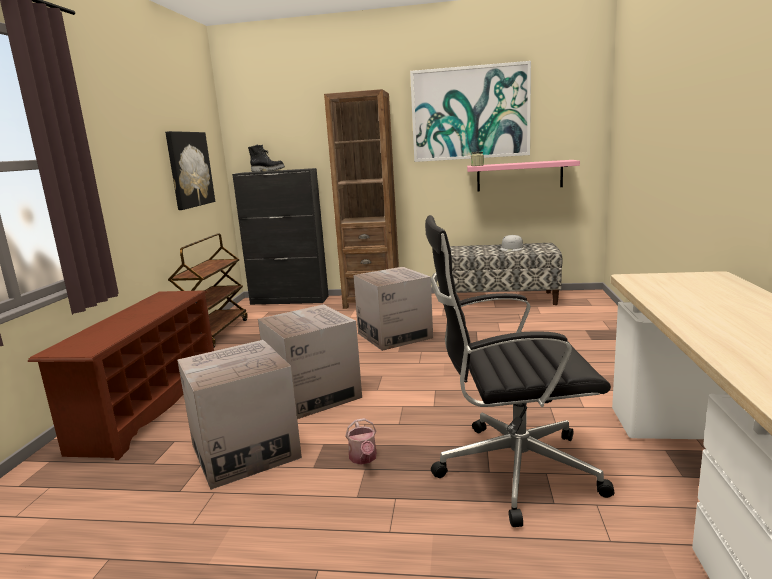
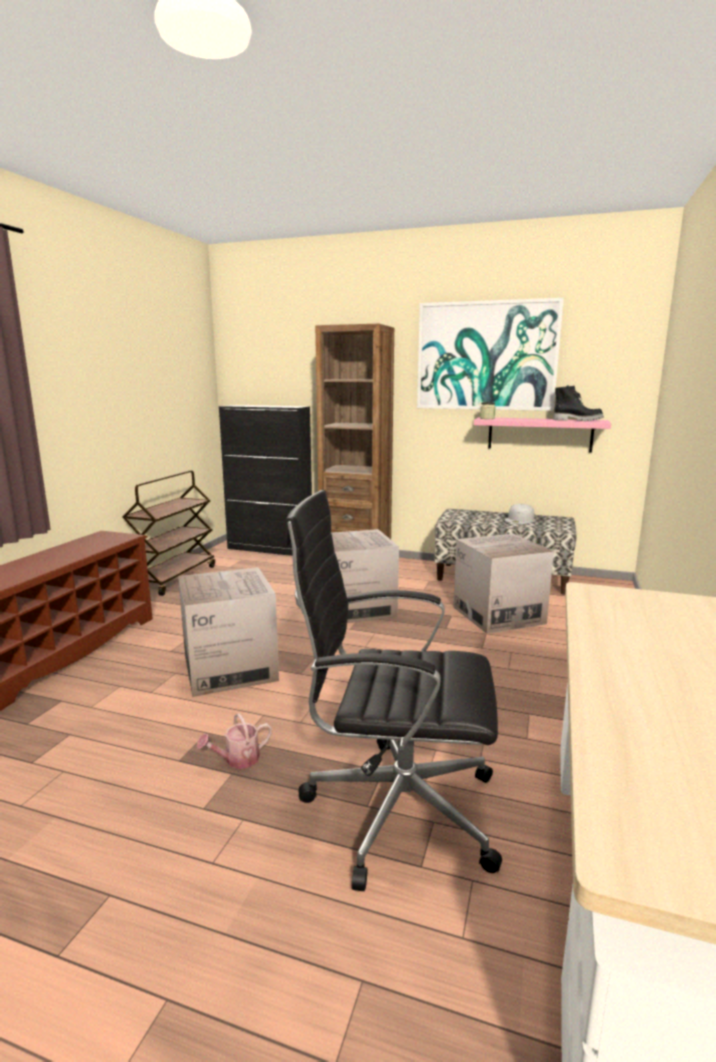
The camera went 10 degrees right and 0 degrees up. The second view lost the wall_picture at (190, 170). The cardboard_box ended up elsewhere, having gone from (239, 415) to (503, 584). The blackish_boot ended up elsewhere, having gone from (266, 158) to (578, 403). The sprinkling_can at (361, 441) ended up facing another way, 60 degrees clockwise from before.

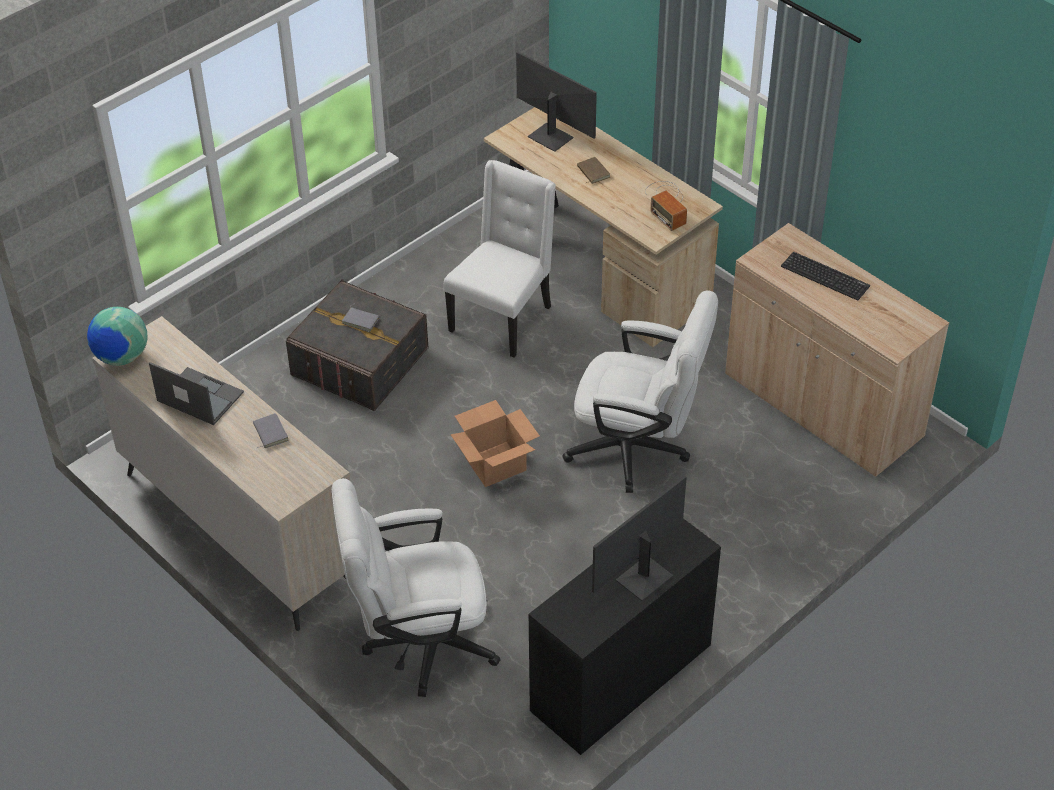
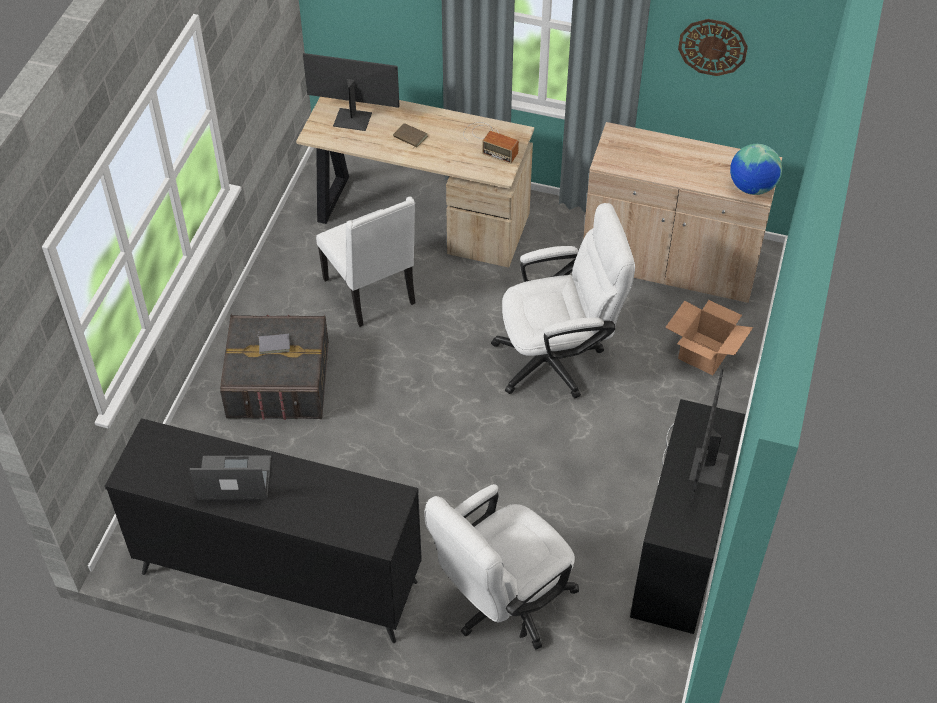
The camera went 30 degrees left and 5 degrees up. The second view lost the greyish_bound_book at (271, 431). The second view lost the PC_keyboard at (825, 276). The second view gained the clock_on_the_wall at (713, 47). The world_globe ended up elsewhere, having gone from (117, 336) to (756, 169). The cardboard_box ended up elsewhere, having gone from (495, 443) to (709, 337). What was the sand-coloured_dresser at (221, 473) turned into the blackish_dresser at (263, 530). The whitish_upright_chair at (500, 259) ended up facing another way, 150 degrees clockwise from before.

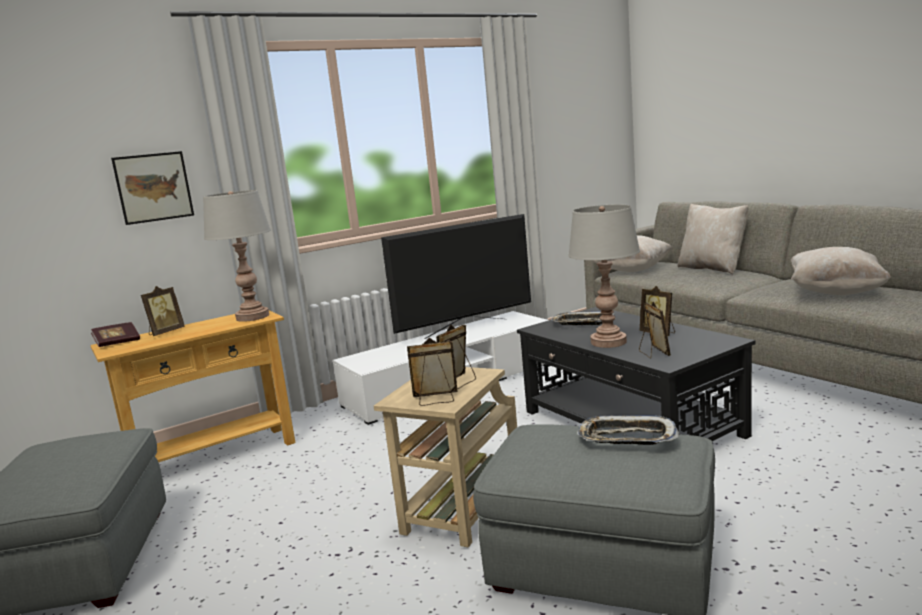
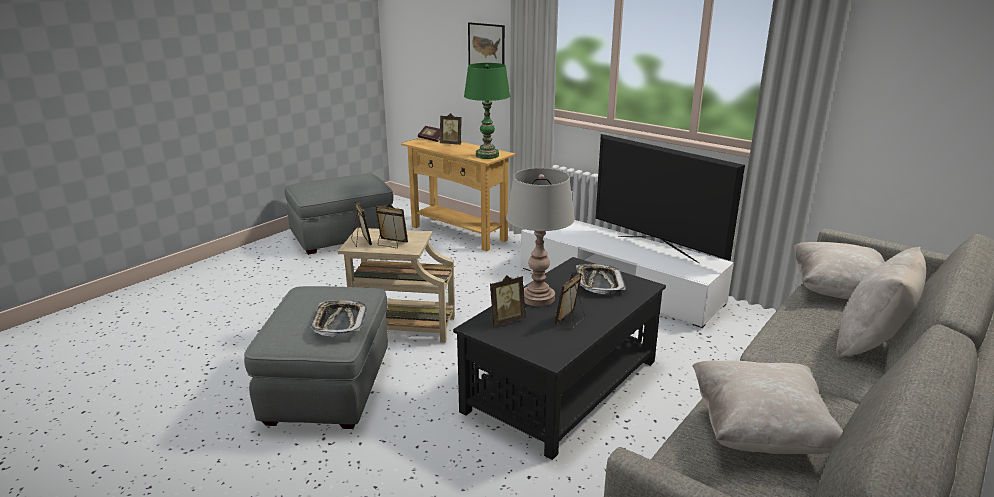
The camera went 70 degrees right and 10 degrees up. What was the greyish_table_lamp at (237, 256) turned into the green_table_lamp at (487, 111).

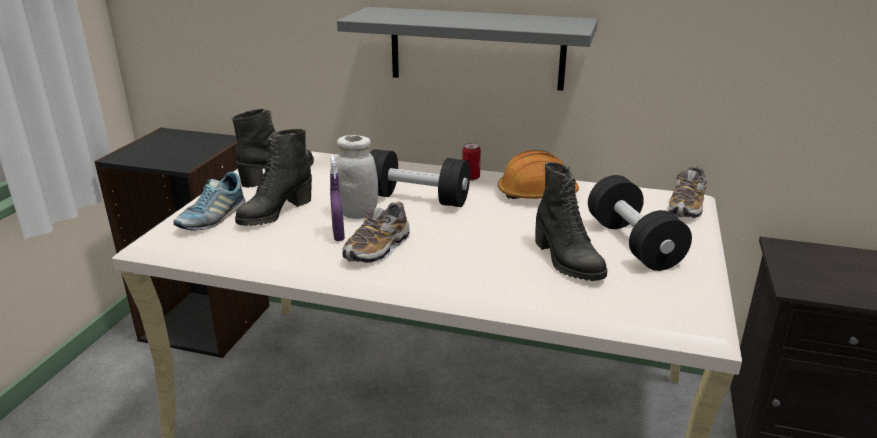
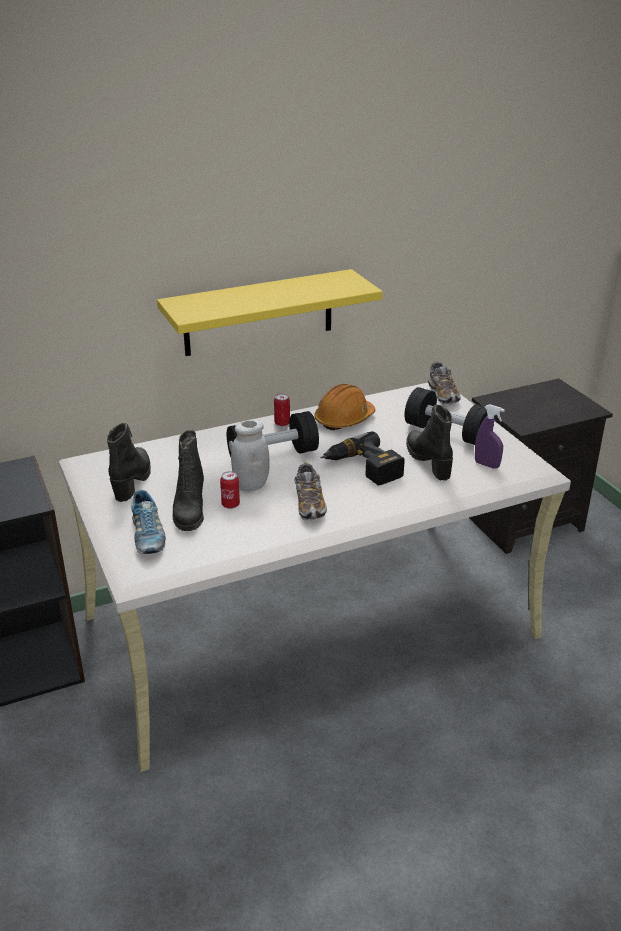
The camera went 40 degrees left and 5 degrees up. The second view gained the sealed_can at (230, 490). The second view gained the power_drill at (362, 458). The purple_hand_sprayer ended up elsewhere, having gone from (337, 198) to (490, 436). What was the greyish_wall_shelf at (467, 49) turned into the yellow-coloured_wall_shelf at (270, 312). The blackish_boot at (571, 221) ended up facing another way, 135 degrees counterclockwise from before.

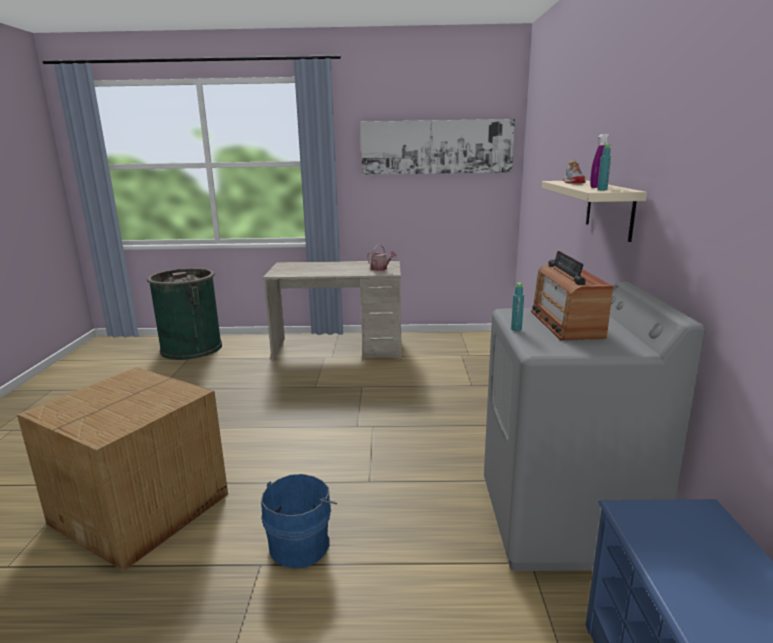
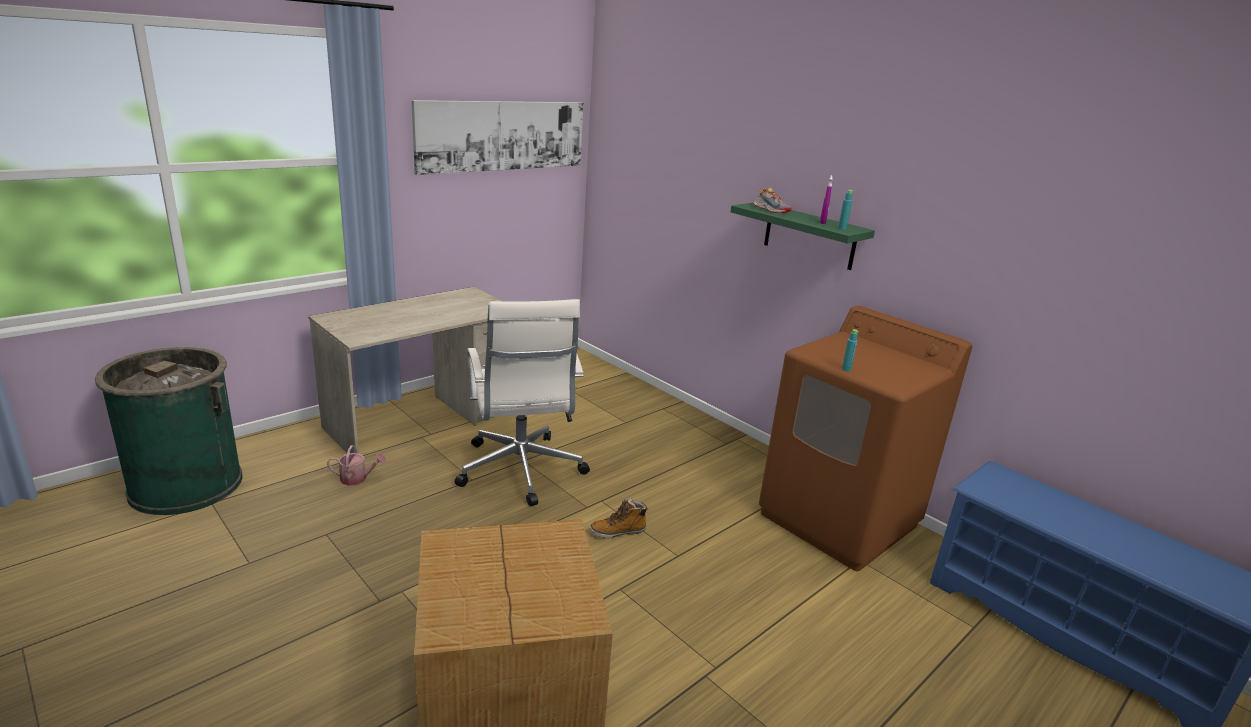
The camera went 45 degrees left and 5 degrees up. The second view lost the bluish_bucket at (299, 521). The second view lost the radio_receiver at (572, 295). The second view gained the whitish_office_chair at (522, 402). The second view gained the boot at (619, 518). The sprinkling_can ended up elsewhere, having gone from (382, 258) to (356, 465). What was the greyish_laundry_appliance at (594, 426) turned into the brown_laundry_appliance at (865, 439). What was the sand-coloured_wall_shelf at (594, 211) turned into the green_wall_shelf at (803, 236).

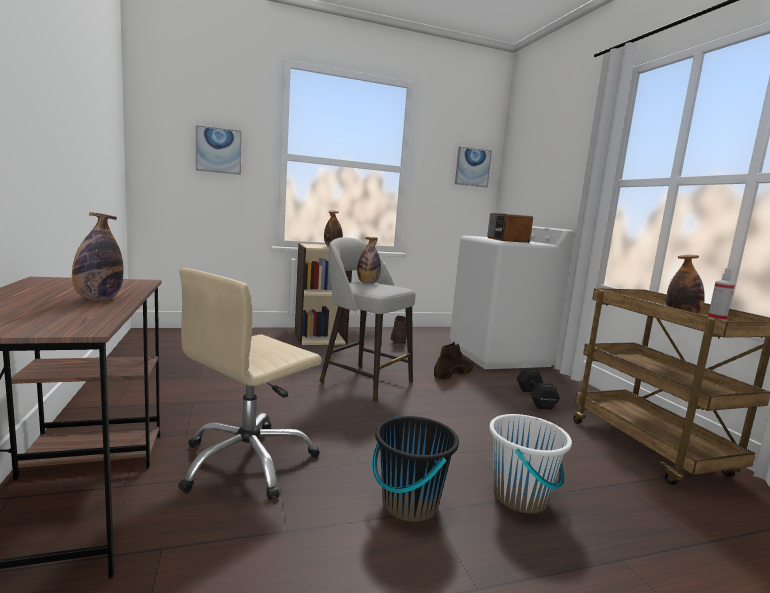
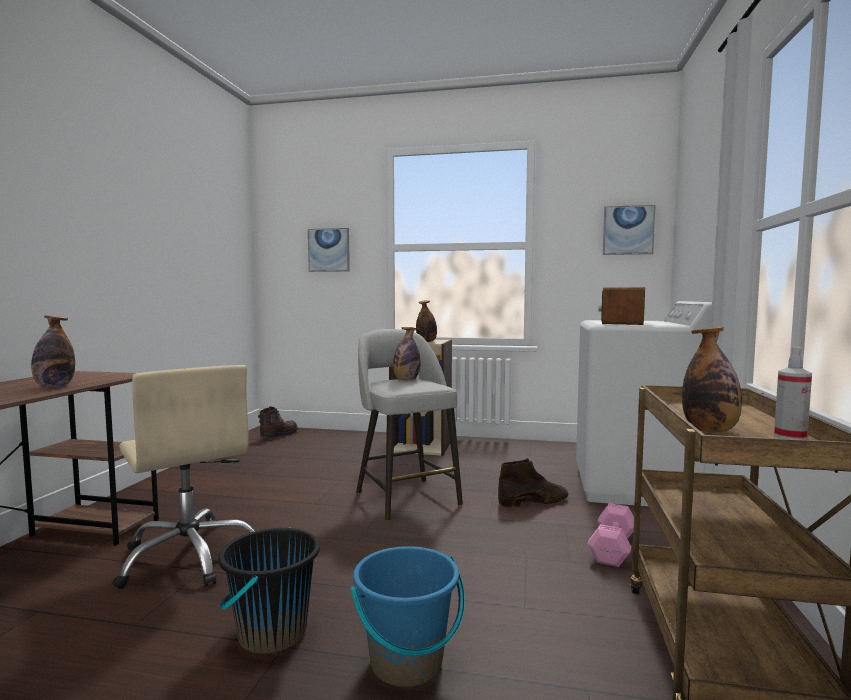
The camera went 30 degrees right and 5 degrees down. The brown_boot ended up elsewhere, having gone from (398, 330) to (278, 422). What was the whitish_bucket at (530, 463) turned into the bluish_bucket at (408, 616). What was the blackish_hand_weight at (538, 388) turned into the pink_hand_weight at (610, 535). The sand-coloured_office_chair at (250, 384) ended up facing another way, 105 degrees counterclockwise from before.

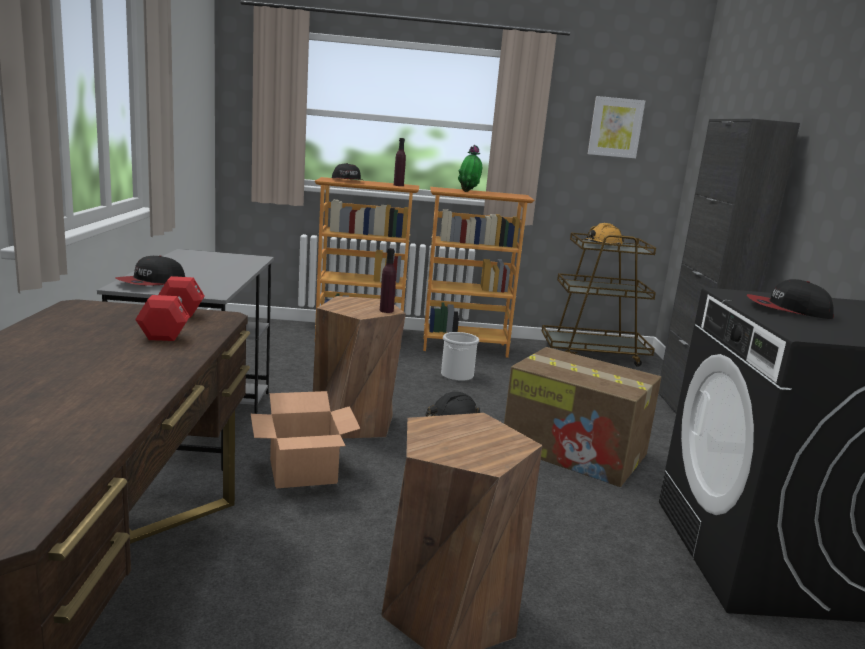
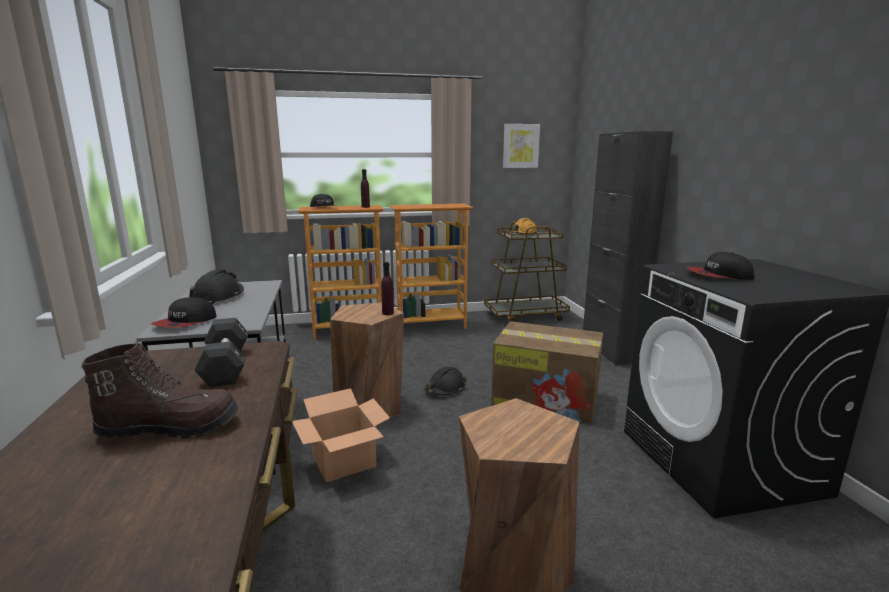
The camera went 10 degrees left and 0 degrees up. The second view lost the bucket at (460, 356). The second view lost the houseplant at (470, 168). The second view gained the brown_boot at (160, 390). The second view gained the blackish_hard_hat at (216, 286). What was the reddish_hand_weight at (170, 308) turned into the blackish_hand_weight at (221, 352).

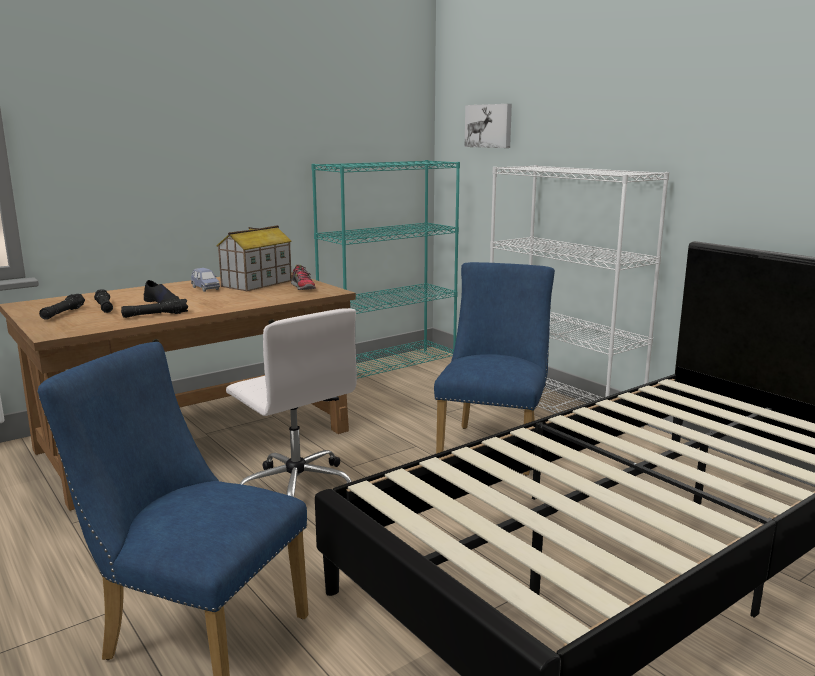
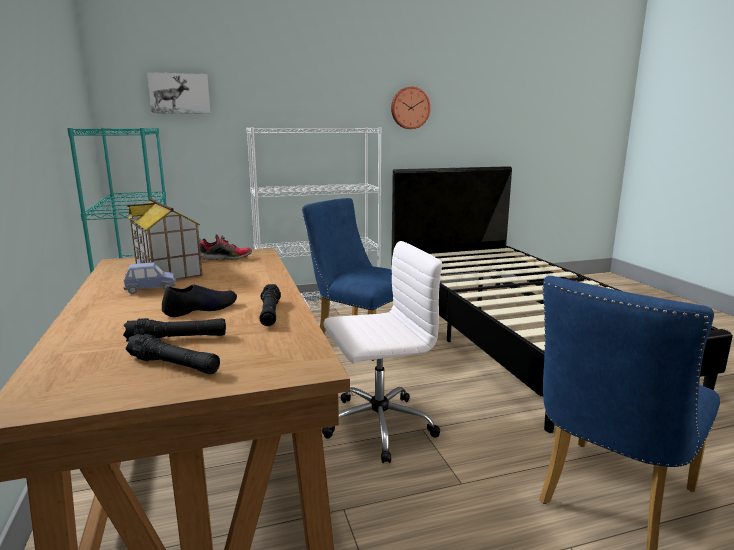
The camera went 70 degrees left and 0 degrees up. The second view gained the clock_on_the_wall at (411, 108).

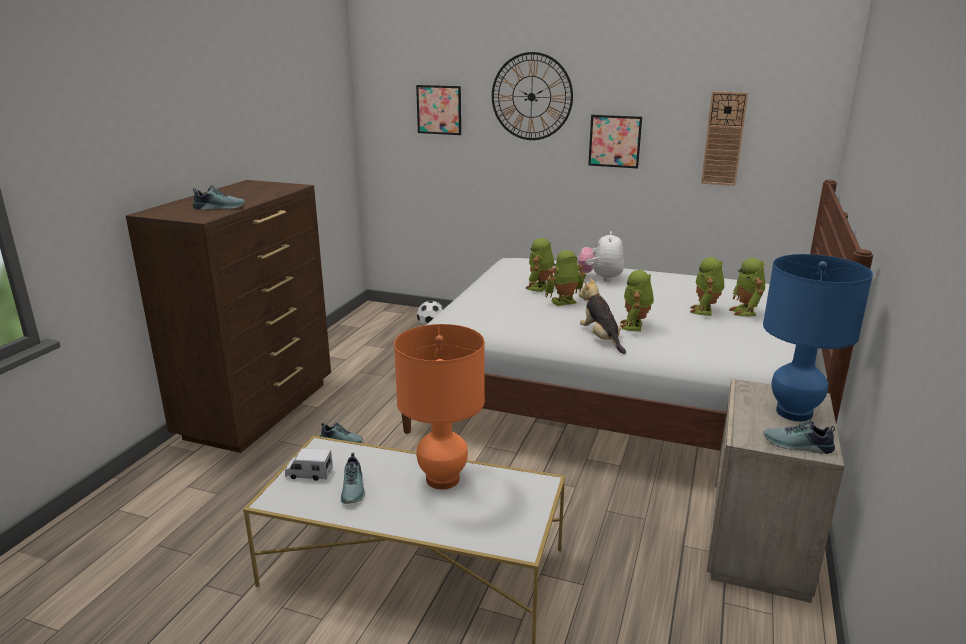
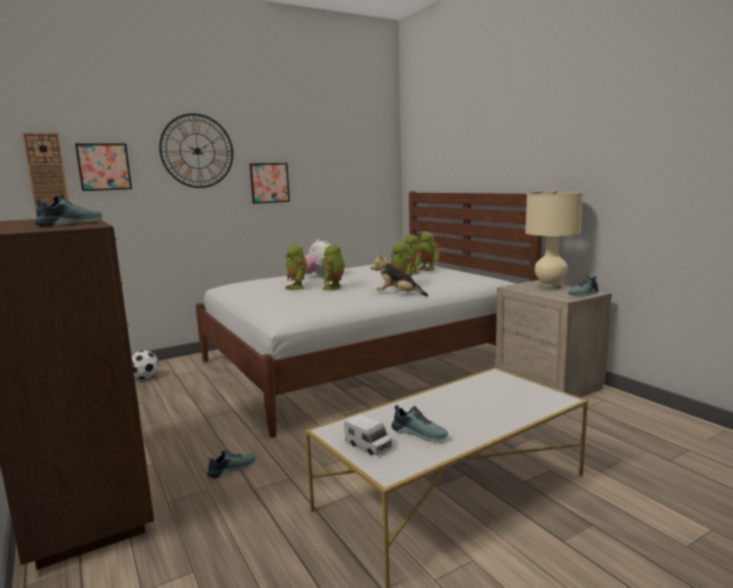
The camera went 50 degrees left and 10 degrees down. The second view lost the orangey_table_lamp at (439, 407). The clock_on_the_wall ended up elsewhere, having gone from (724, 138) to (45, 175). What was the bluish_table_lamp at (818, 337) turned into the sand-coloured_table_lamp at (554, 239). The toy_lorry at (309, 464) ended up facing another way, 90 degrees counterclockwise from before.

